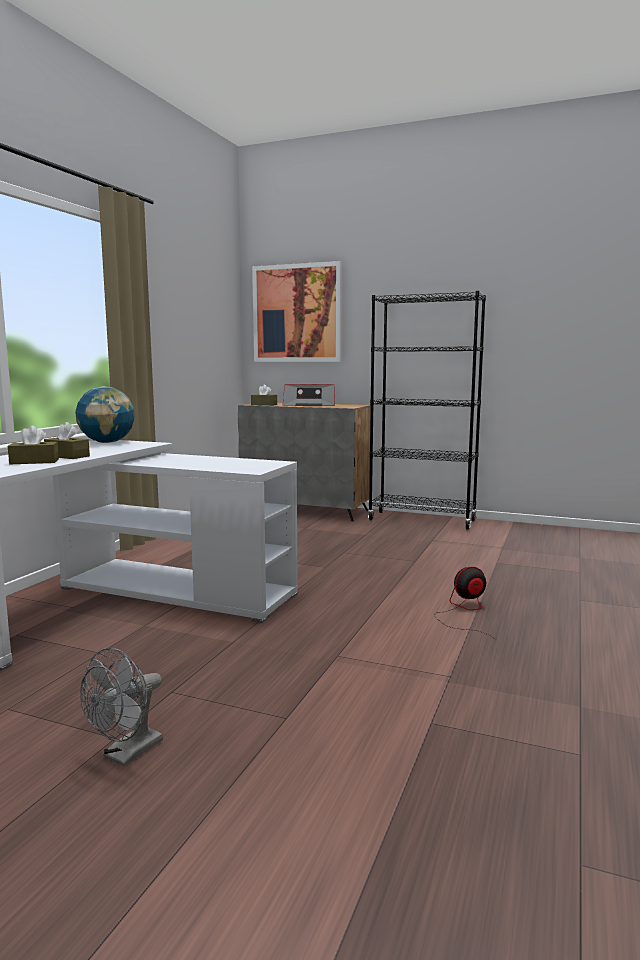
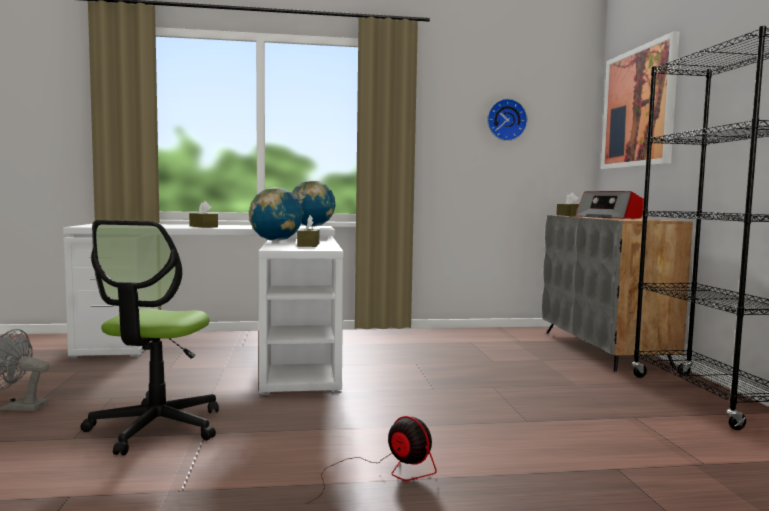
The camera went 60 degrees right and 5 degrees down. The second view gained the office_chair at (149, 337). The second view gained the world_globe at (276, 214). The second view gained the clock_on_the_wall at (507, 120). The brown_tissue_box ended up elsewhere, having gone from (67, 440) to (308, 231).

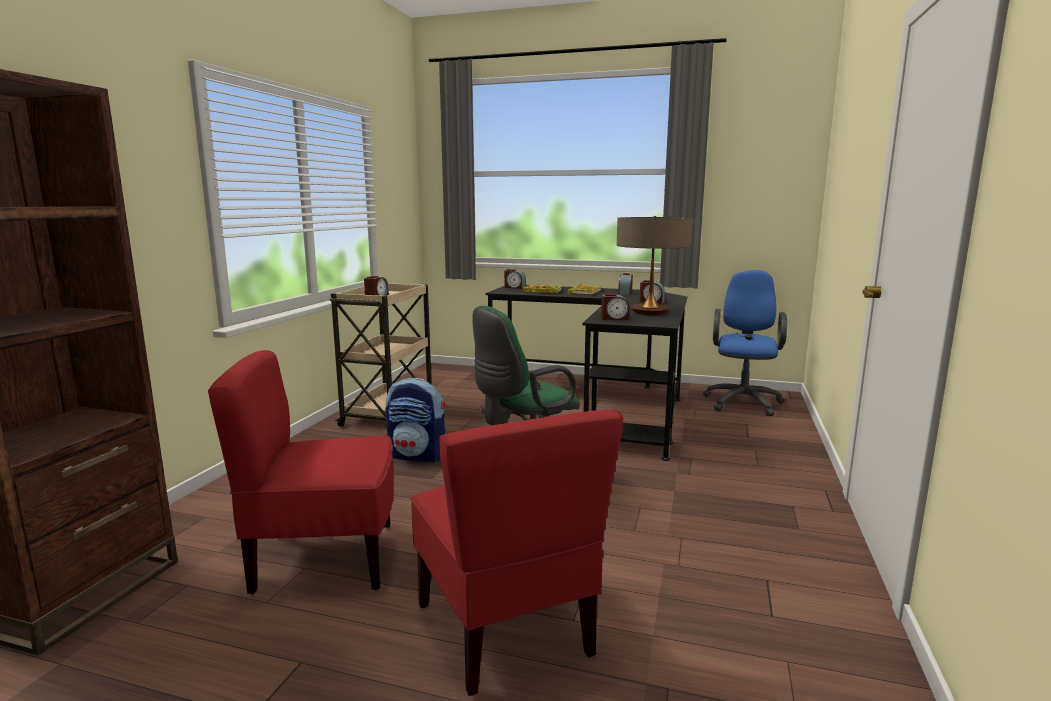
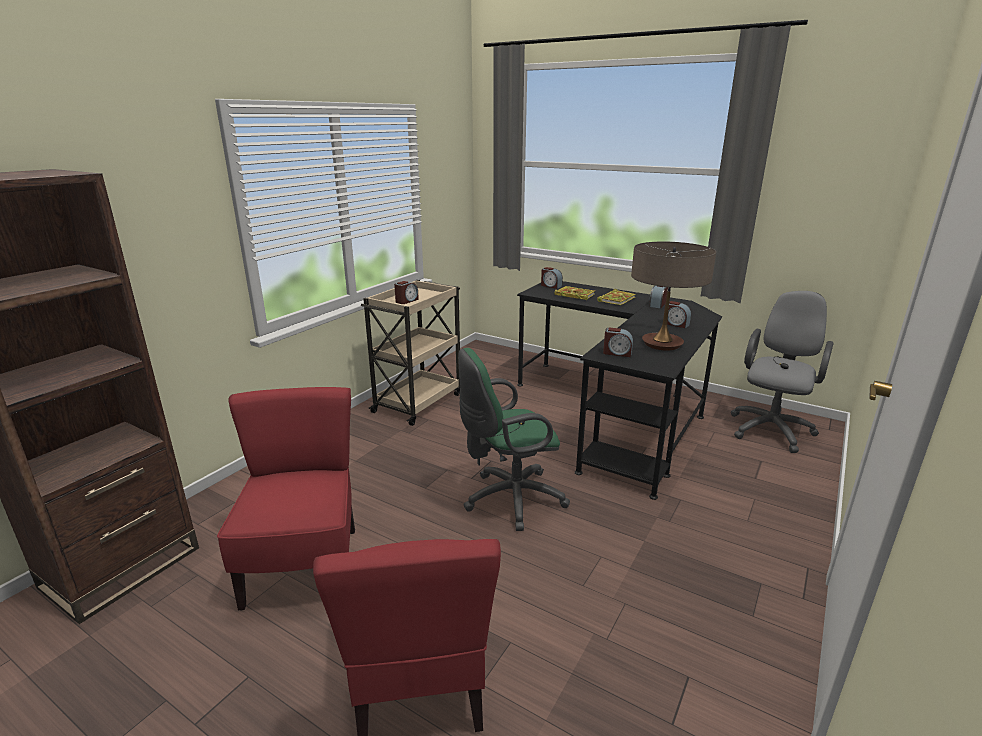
The camera went 15 degrees right and 10 degrees up. The second view lost the backpack at (416, 420). What was the bluish_office_chair at (745, 343) turned into the greyish_office_chair at (782, 372). The reddish_upright_chair at (301, 472) ended up facing another way, 75 degrees clockwise from before.

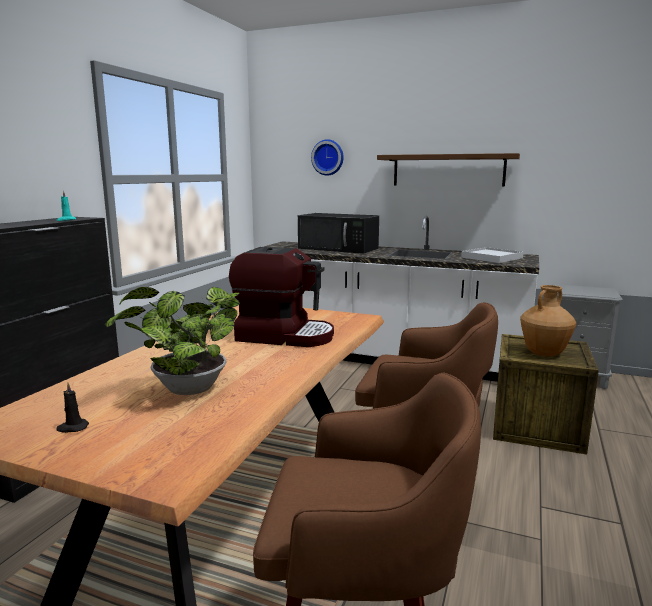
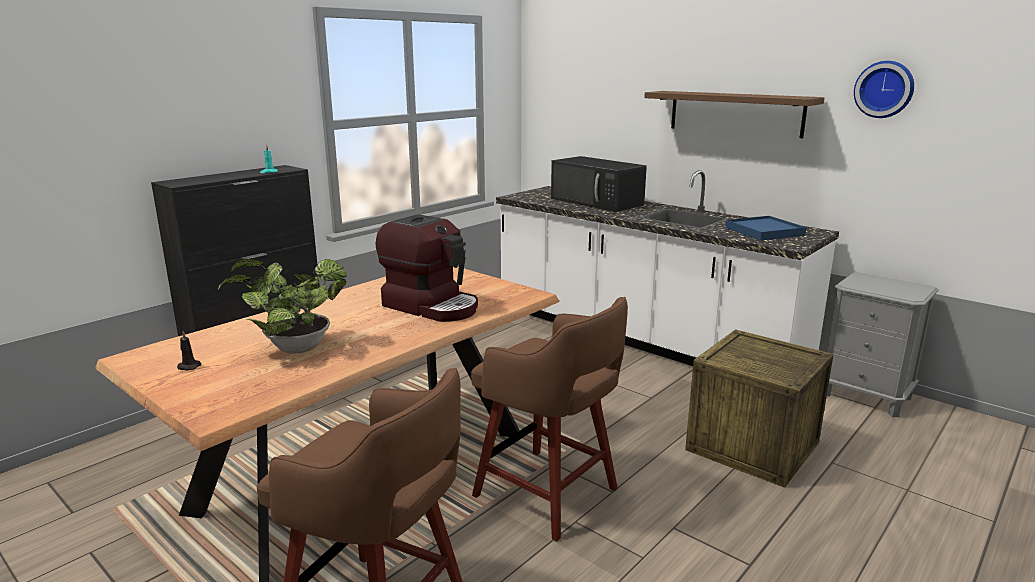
The camera went 20 degrees right and 5 degrees up. The second view lost the brown_decorative_vase at (548, 320). The clock_on_the_wall ended up elsewhere, having gone from (327, 157) to (884, 89). What was the whitish_carrying_tray at (492, 255) turned into the bluish_carrying_tray at (766, 228).

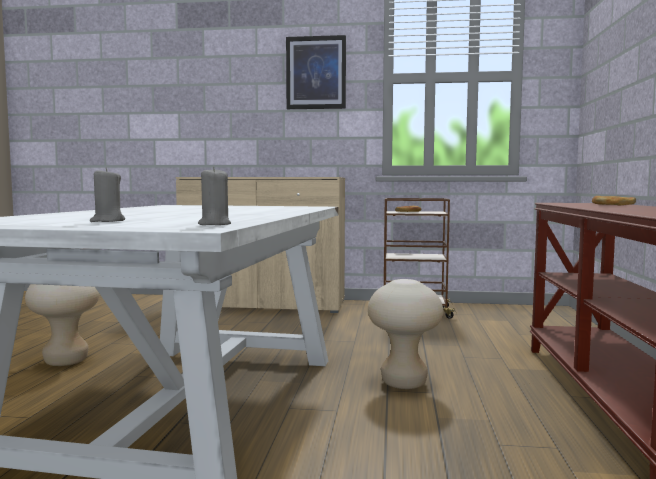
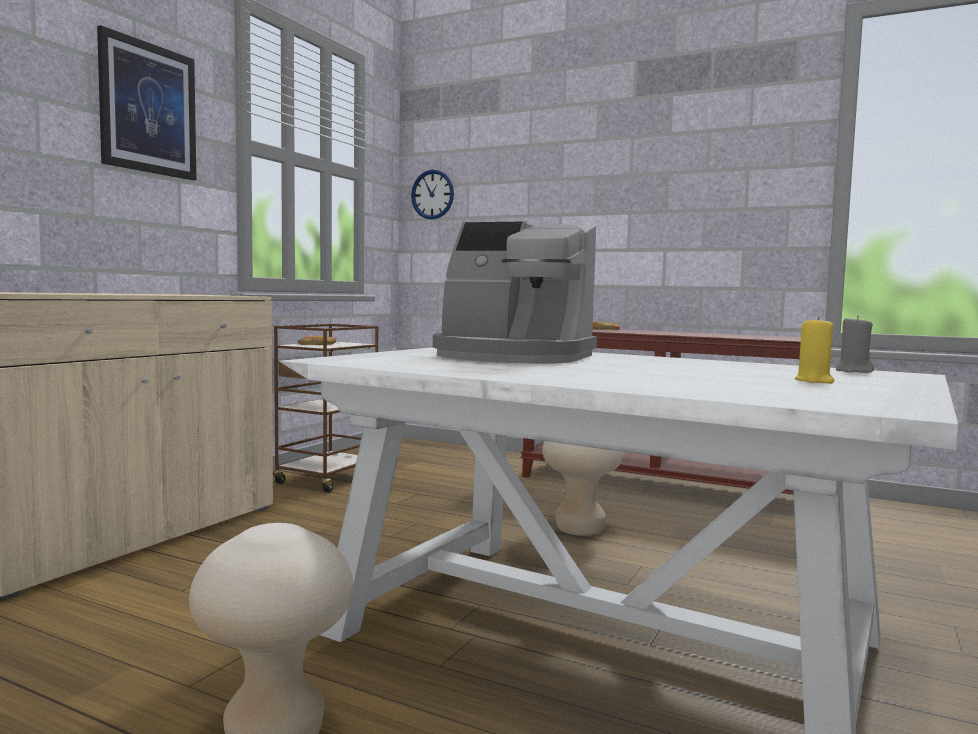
The camera went 70 degrees left and 0 degrees up. The second view gained the clock_on_the_wall at (432, 195). The second view gained the coffee_maker at (515, 292). What was the greyish_wax_light at (107, 195) turned into the yellow-coloured_wax_light at (814, 350).

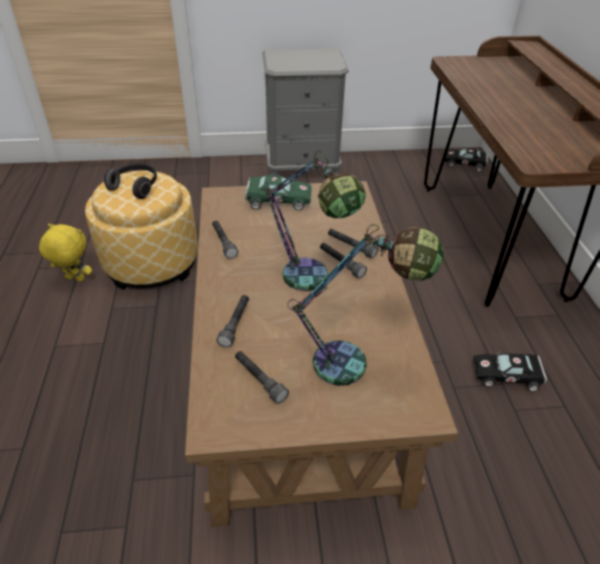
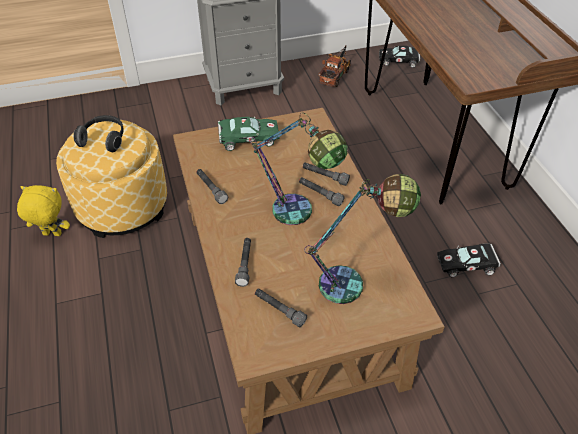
The camera went 10 degrees left and 5 degrees up. The second view gained the toy_lorry at (334, 66).

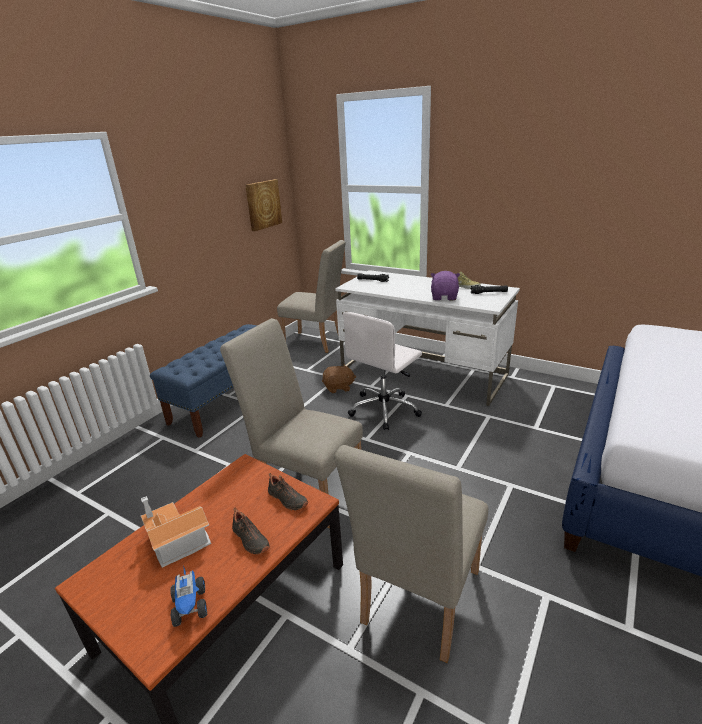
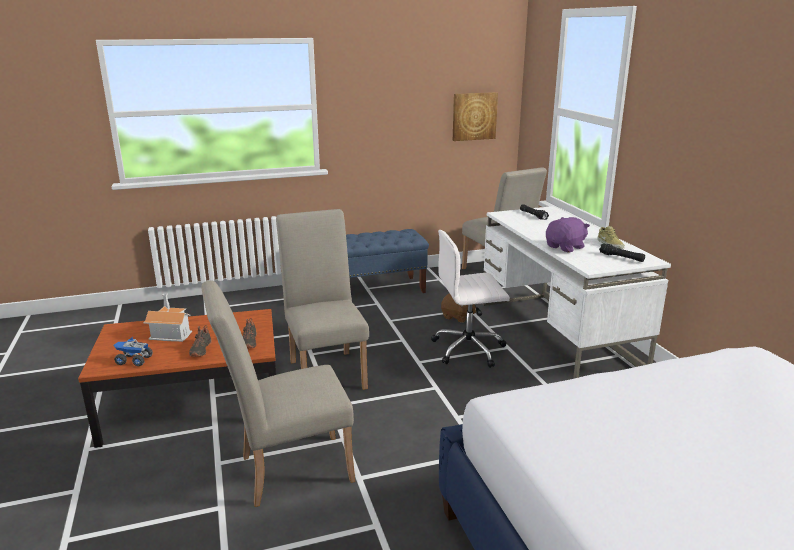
The camera went 40 degrees right and 5 degrees down. The toy_lorry at (189, 597) ended up facing another way, 75 degrees clockwise from before.

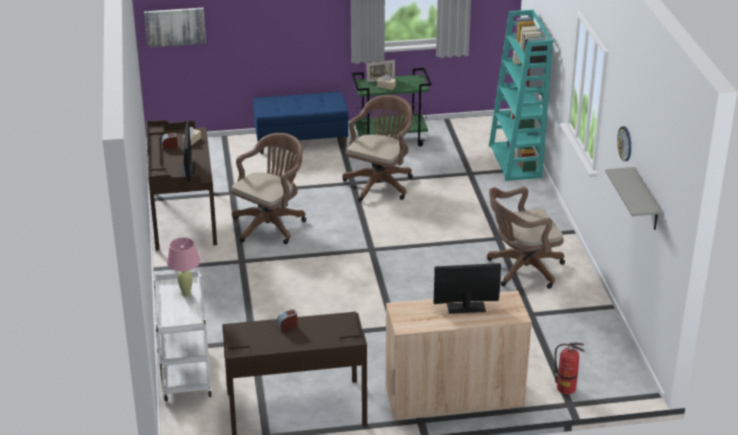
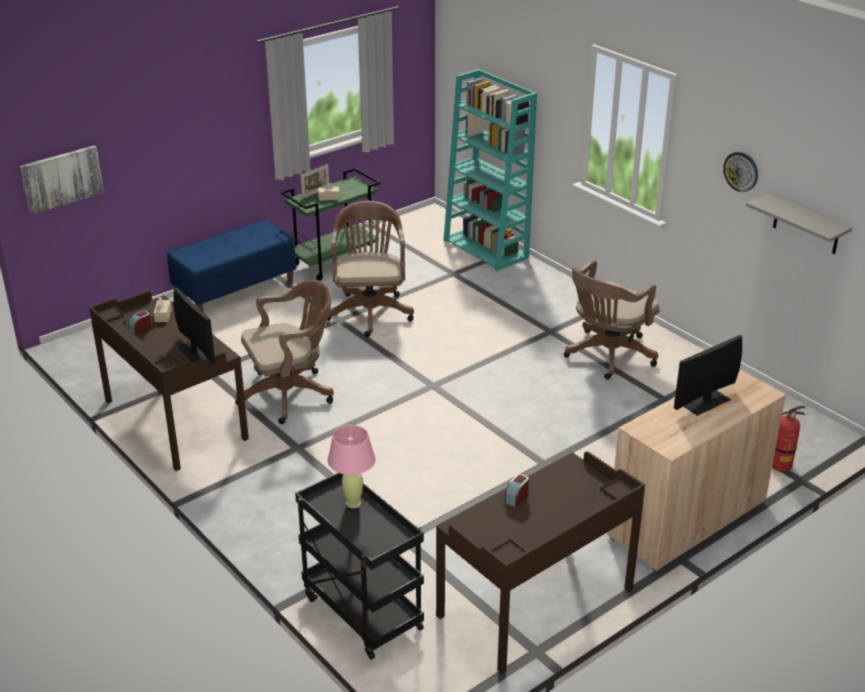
The camera went 30 degrees left and 0 degrees up. What was the whitish_trolley at (182, 336) turned into the blackish_trolley at (359, 566). The brown_office_chair at (268, 188) ended up facing another way, 60 degrees clockwise from before.

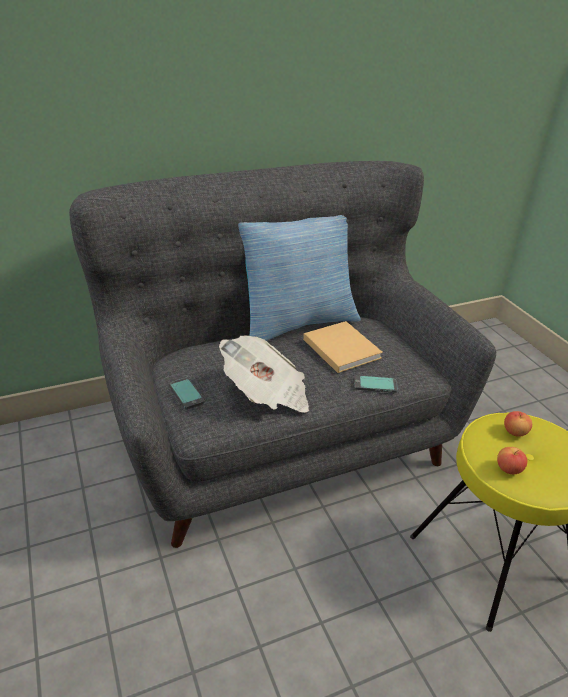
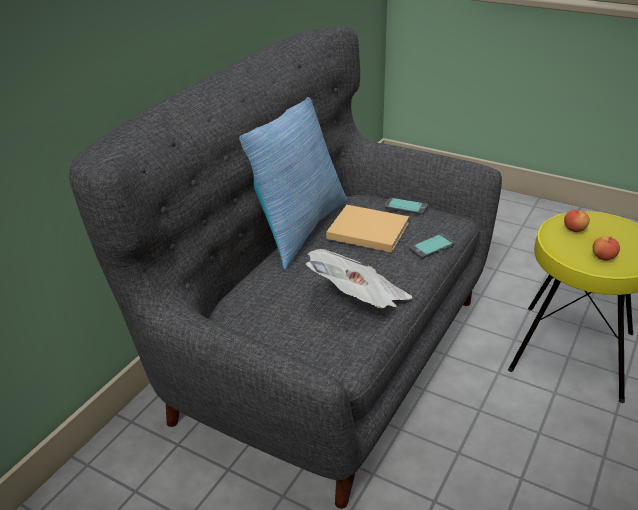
The camera went 35 degrees left and 0 degrees up. The telephone ended up elsewhere, having gone from (187, 393) to (406, 206).

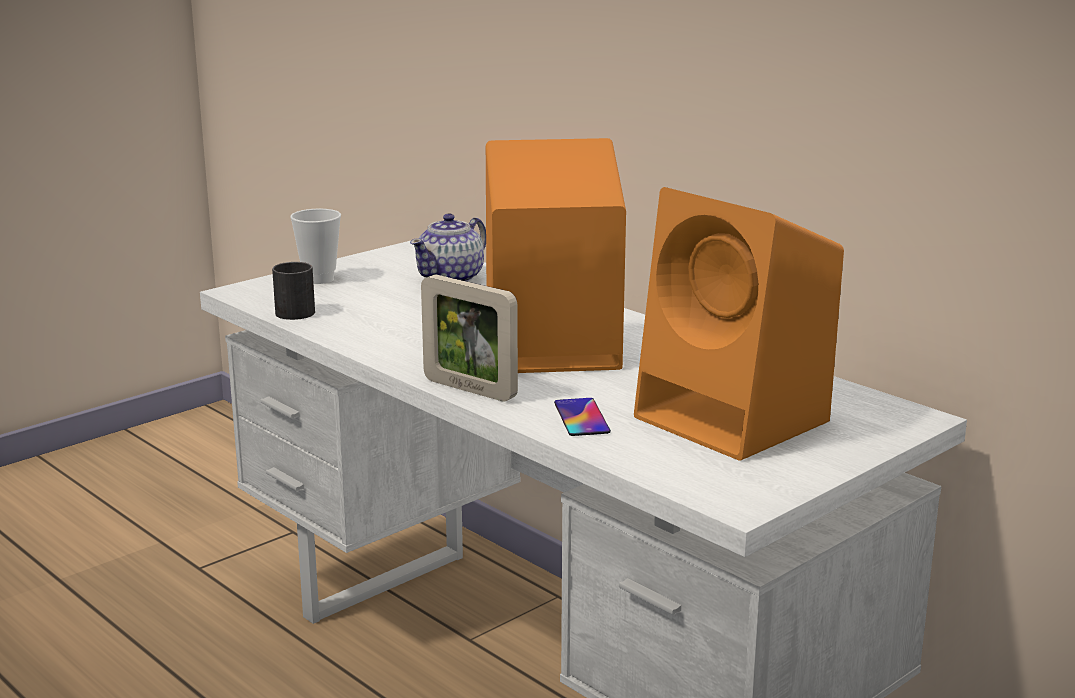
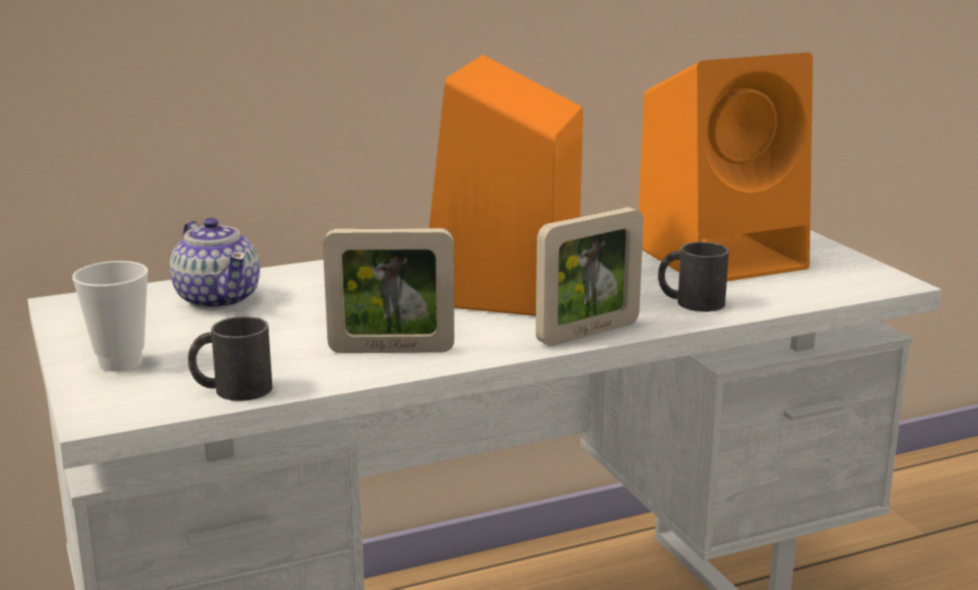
The camera went 70 degrees left and 0 degrees up. The second view gained the picture_frame at (388, 290). Where the telephone stood at (582, 417), the blackish_tea_mug came to stand at (693, 277).

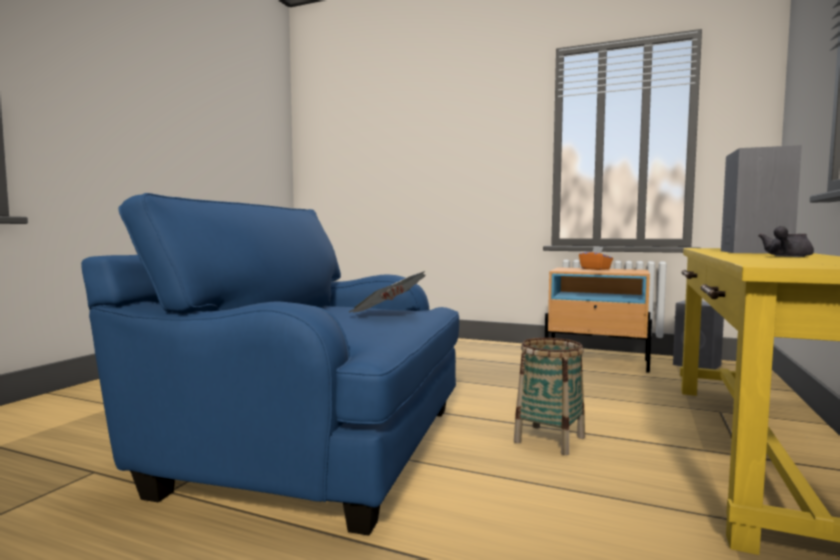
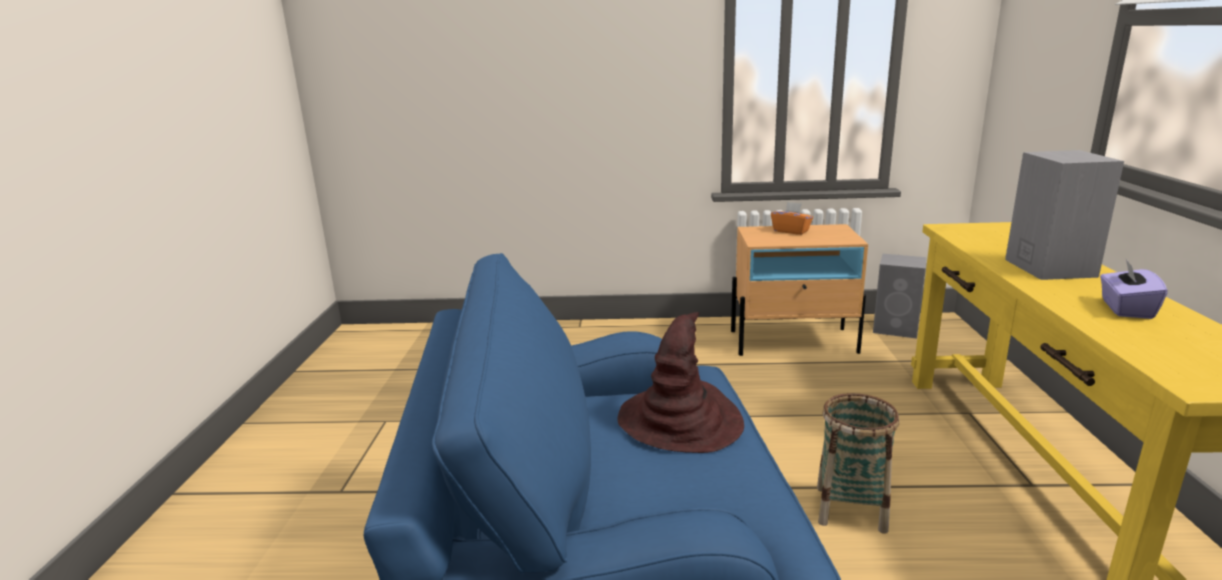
The camera went 20 degrees left and 15 degrees up. Where the printed_paper stood at (387, 292), the brown_clothing_hat came to stand at (681, 382). Where the greyish_pot_for_tea stood at (786, 241), the purple_tissue_box came to stand at (1134, 289).

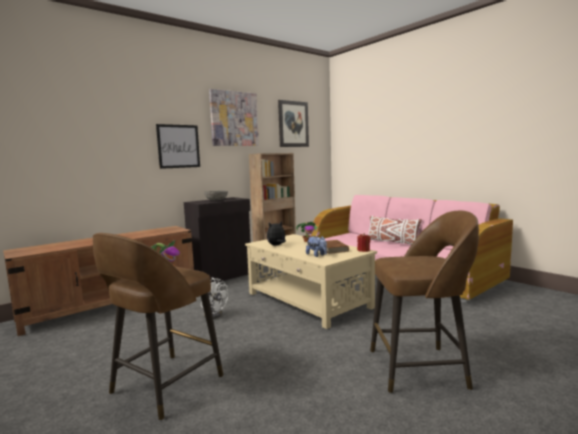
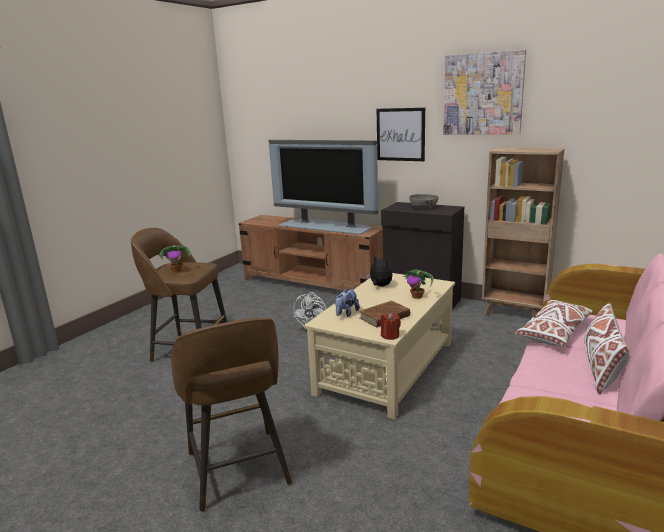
The camera went 70 degrees right and 10 degrees up. The second view lost the wall_picture at (293, 123). The second view gained the TV_set at (323, 187). The second view gained the whitish_throw_pillow at (554, 323).

